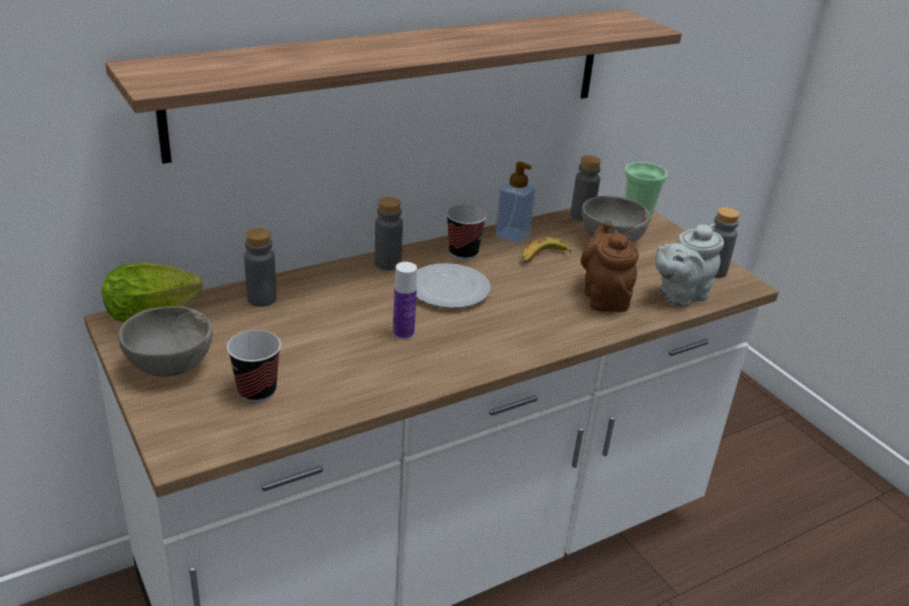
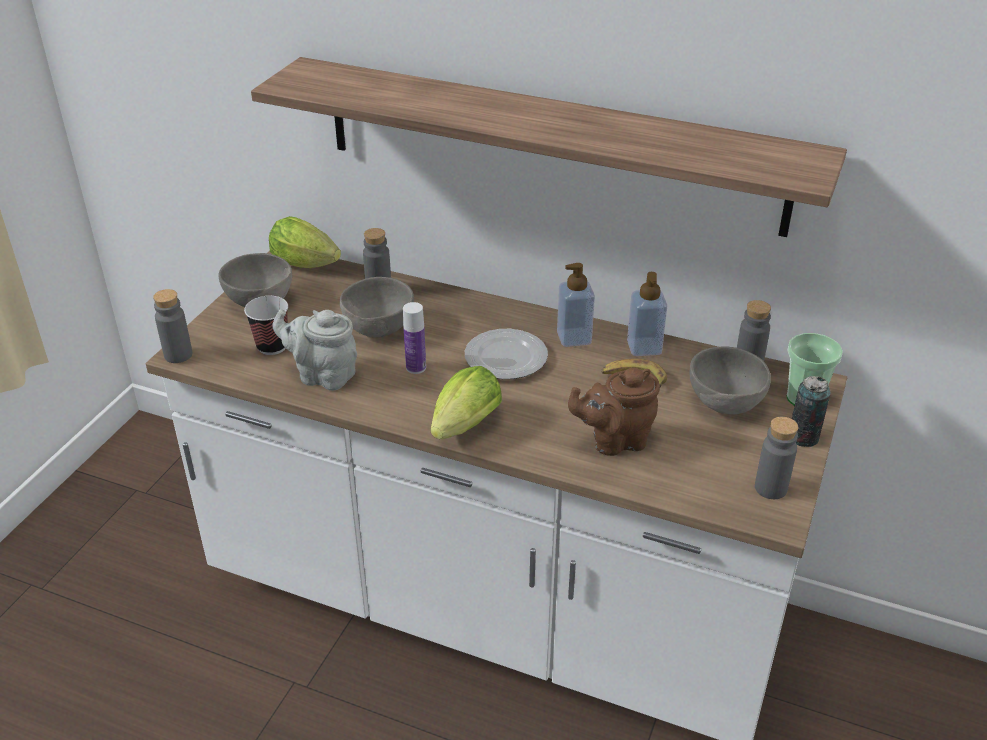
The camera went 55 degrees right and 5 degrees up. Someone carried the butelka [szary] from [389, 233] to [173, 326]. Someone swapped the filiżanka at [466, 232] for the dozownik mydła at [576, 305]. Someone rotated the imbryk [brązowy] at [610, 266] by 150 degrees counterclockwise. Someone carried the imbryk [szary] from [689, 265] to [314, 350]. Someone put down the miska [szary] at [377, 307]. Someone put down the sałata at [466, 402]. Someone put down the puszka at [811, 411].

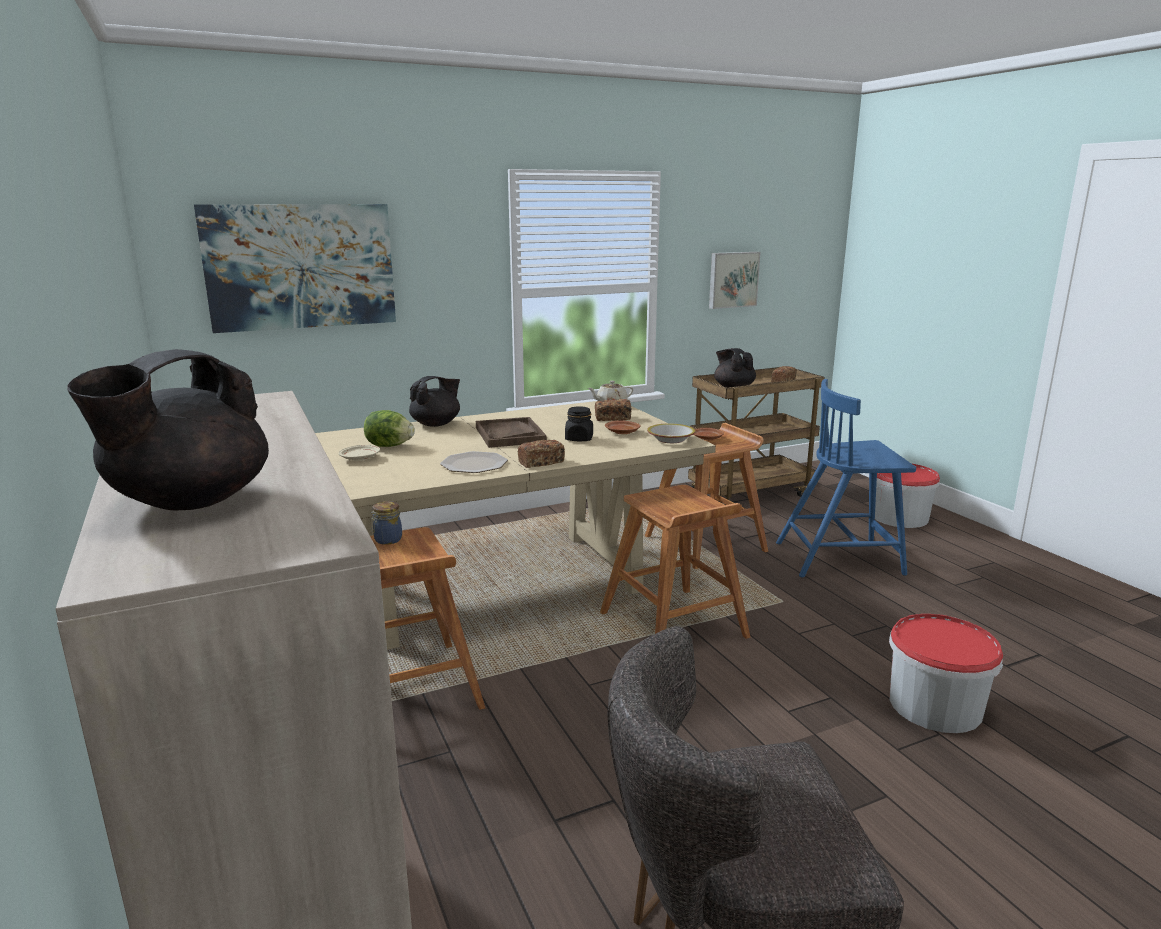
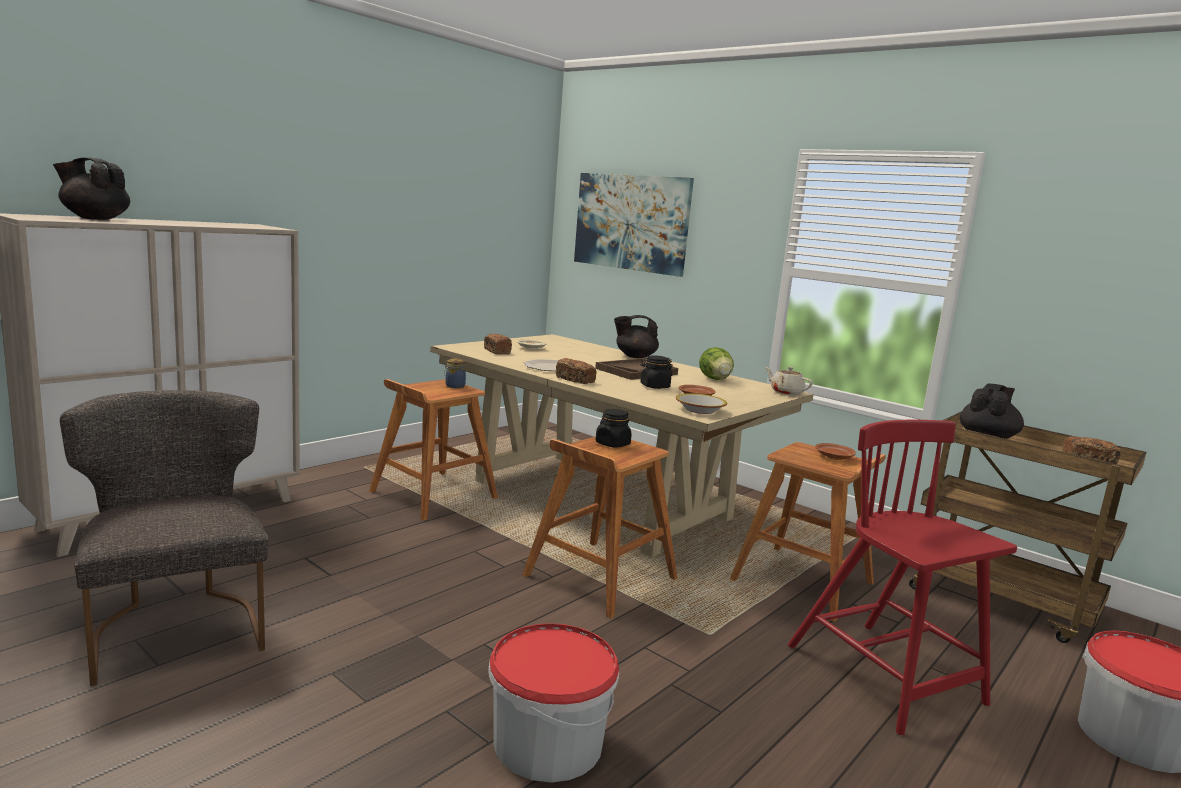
The camera went 65 degrees right and 5 degrees down. Someone took away the obraz at [735, 280]. Someone rotated the imbryk [czarny] at [434, 401] by 150 degrees clockwise. Someone repainted the krzesło [niebieski] at [846, 478], which became the krzesło [czerwony] at [902, 577]. Someone carried the chleb from [613, 410] to [498, 344]. Someone carried the sałata from [389, 428] to [716, 363]. Someone put down the słoik [czarny] at [614, 428].

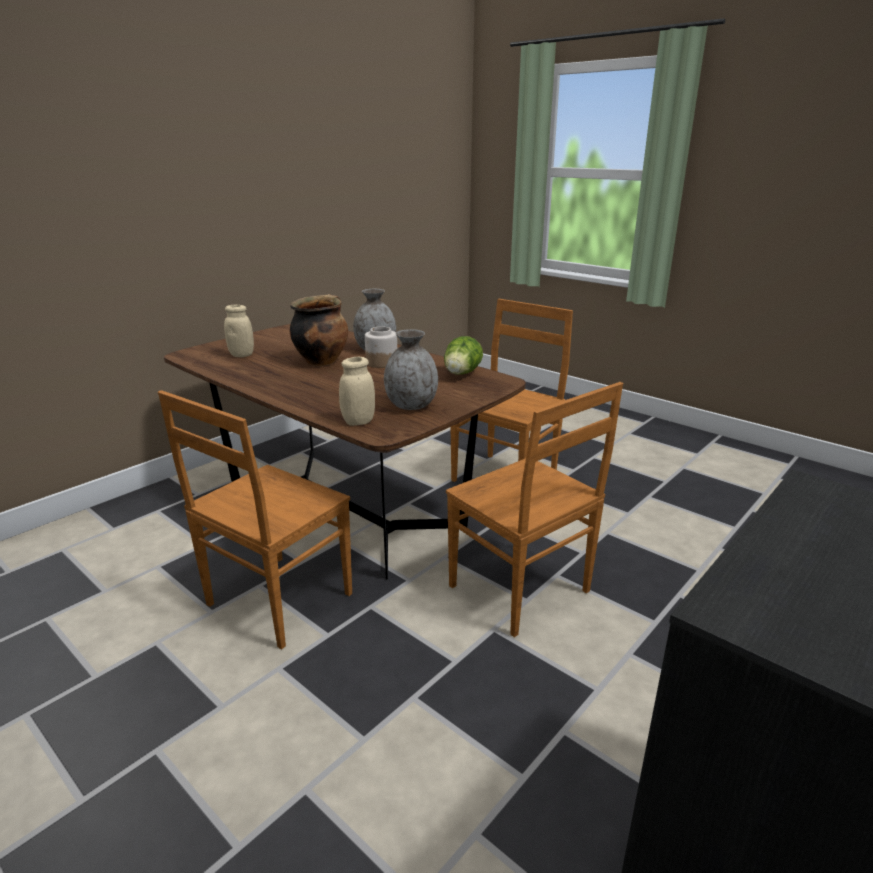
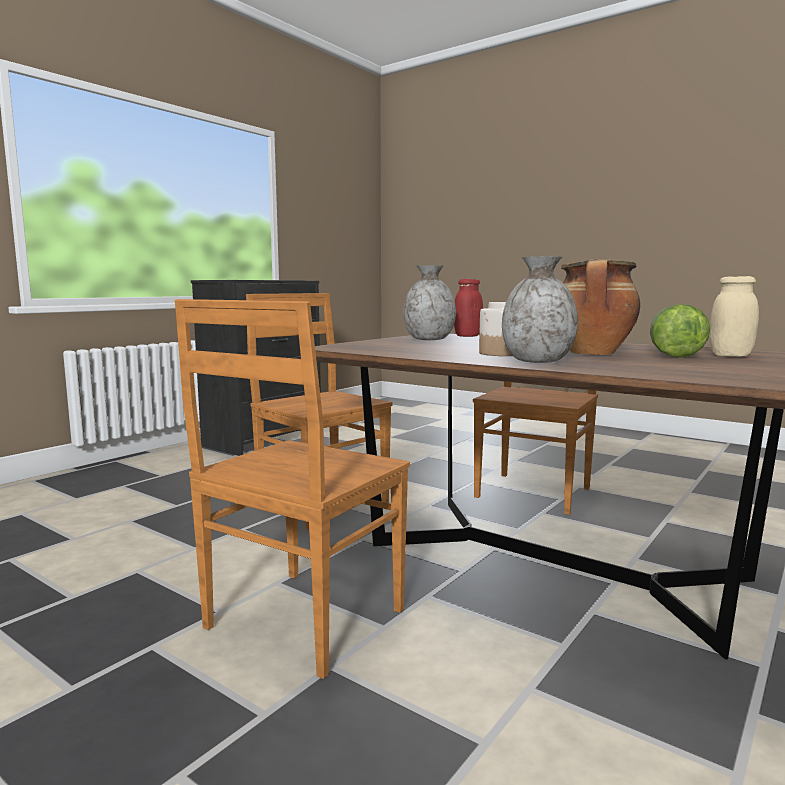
The camera went 175 degrees right and 15 degrees down. Someone carried the sałata from [463, 355] to [680, 331]. Someone repainted the słoik [beżowy] at [357, 391], which became the słoik [czerwony] at [468, 308].

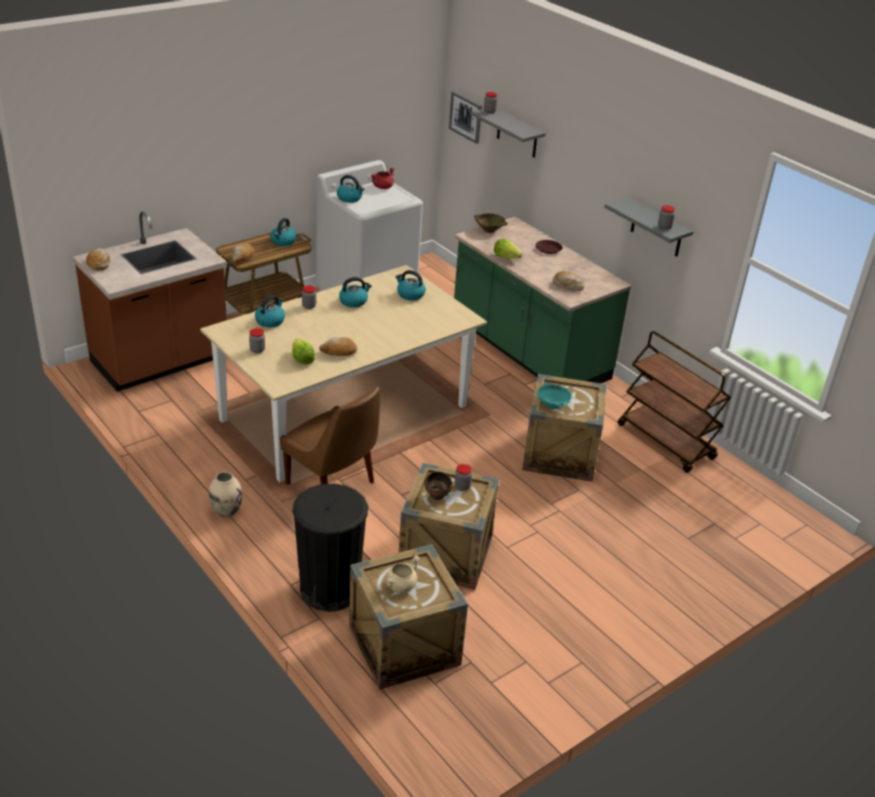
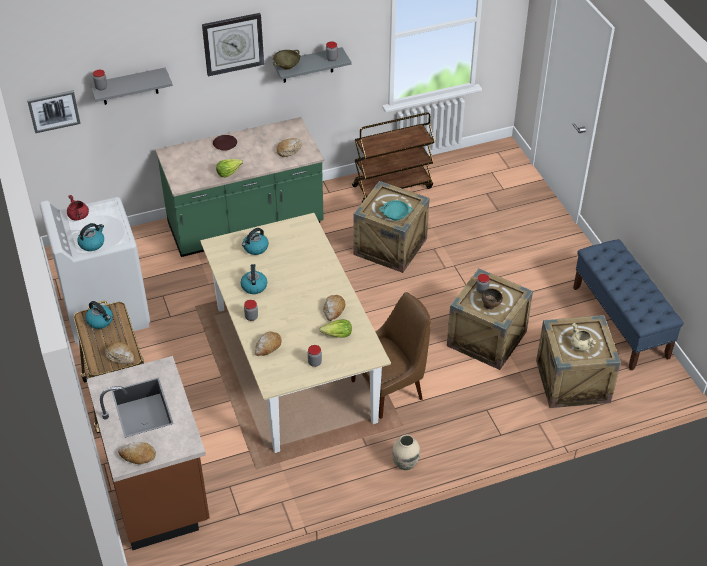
The camera went 70 degrees left and 10 degrees up. Someone carried the miska [beżowy] from [491, 223] to [286, 60]. Someone swapped the czajnik at [270, 311] for the chleb at [268, 343]. Someone took away the kosz na śmieci [czarny] at [330, 547]. Someone put up the zegar ścienny at [233, 44]. Someone put down the ławka [niebieski] at [628, 304].

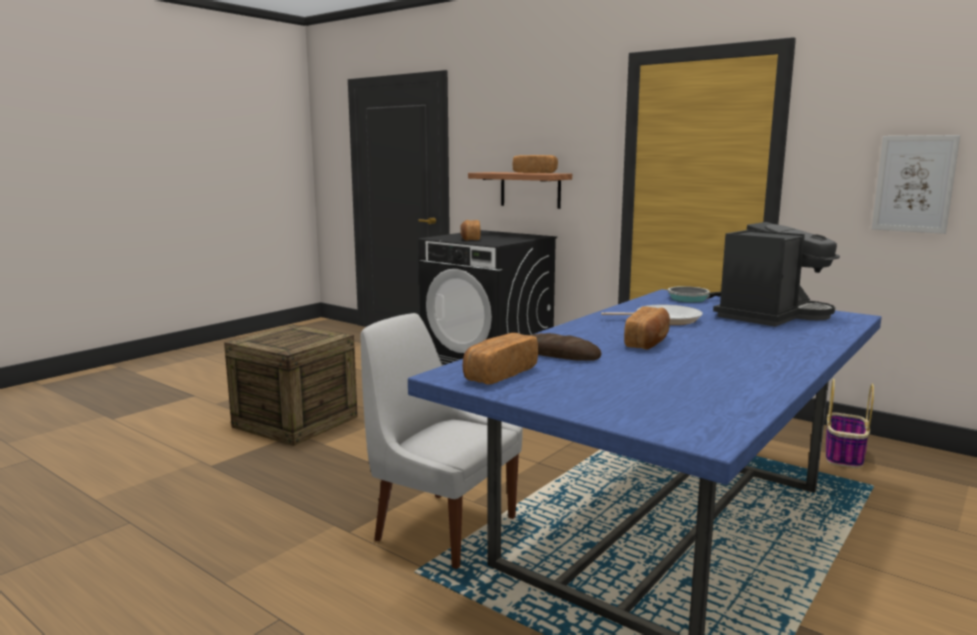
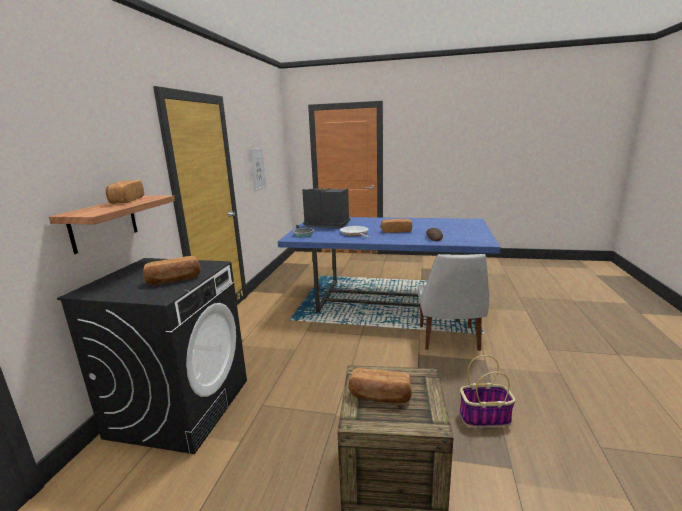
The camera went 115 degrees left and 5 degrees up. Someone carried the chleb from [500, 358] to [380, 385]. Someone carried the koszyk from [850, 423] to [488, 391].

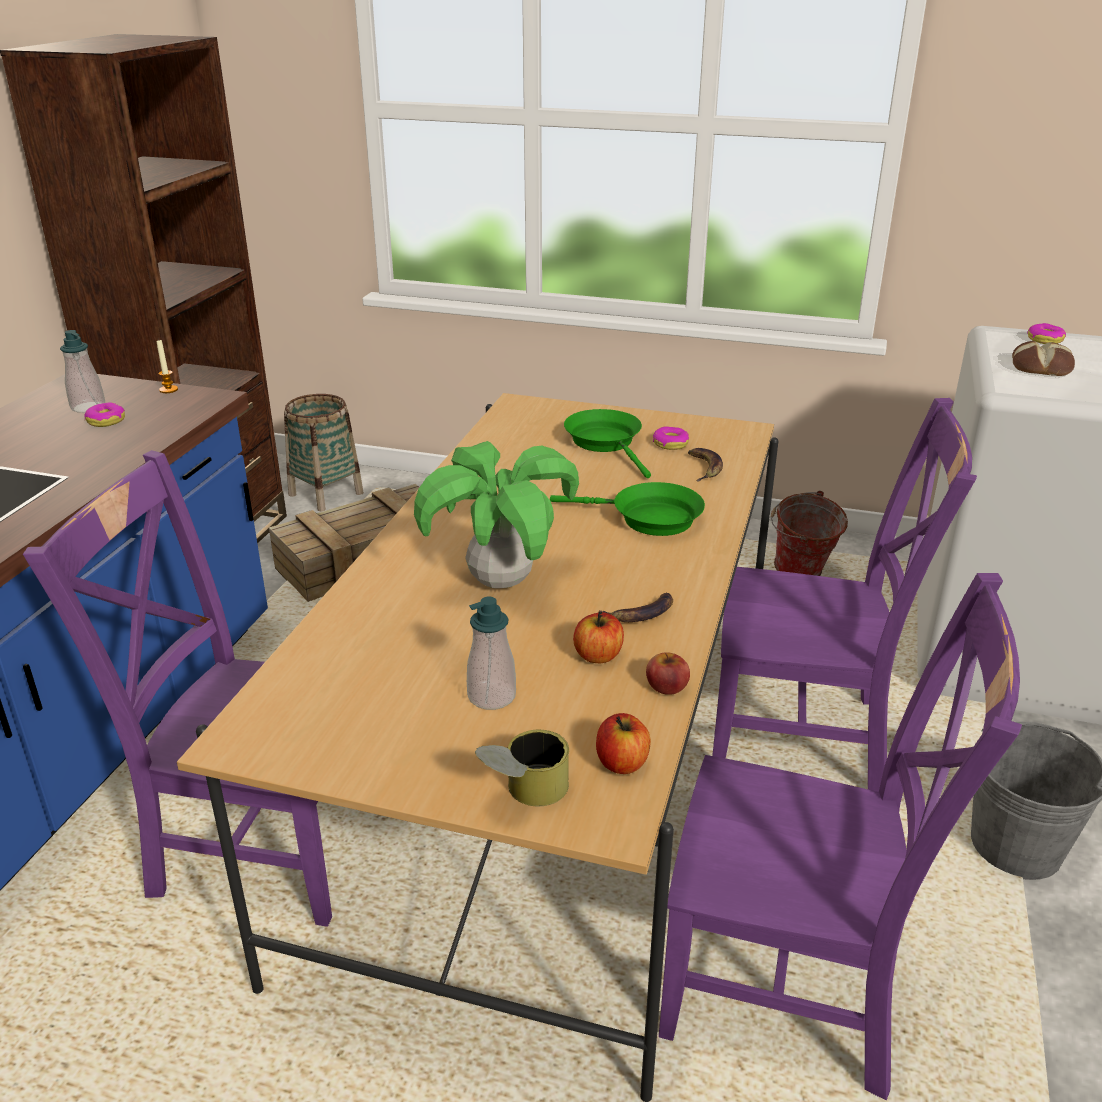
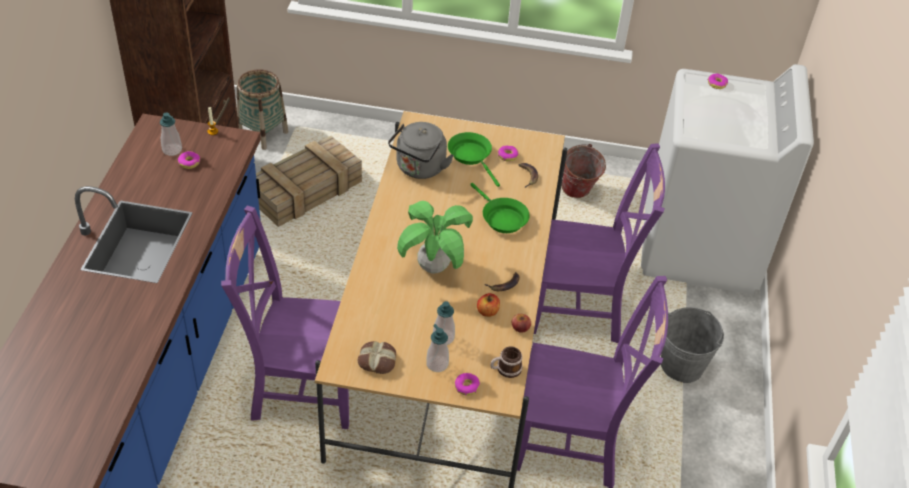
The camera went 10 degrees left and 15 degrees up. Someone carried the chleb from [1043, 358] to [377, 357]. Someone rotated the patelnia [zielony] at [627, 509] by 45 degrees clockwise. Someone swapped the jabłko at [623, 743] for the kubek at [506, 362]. Someone swapped the puszka at [522, 768] for the donut at [467, 384]. Someone put down the czajnik [szary] at [421, 150]. Someone put down the dozownik mydła at [437, 348].

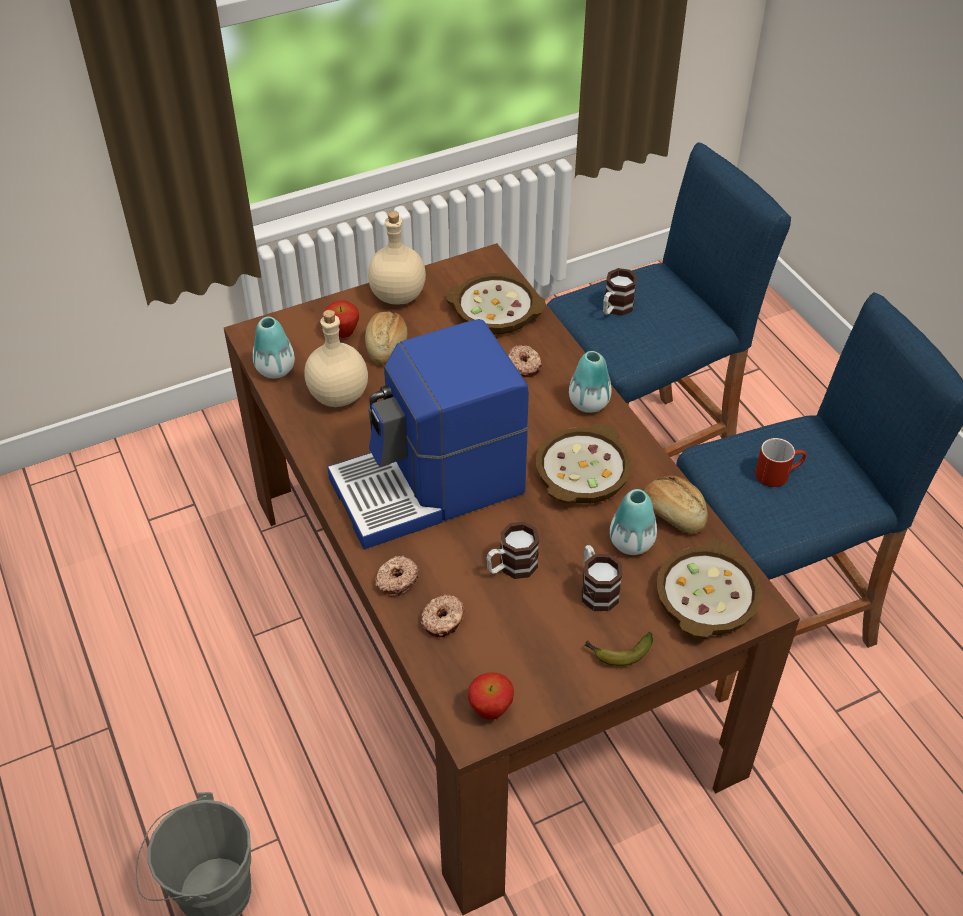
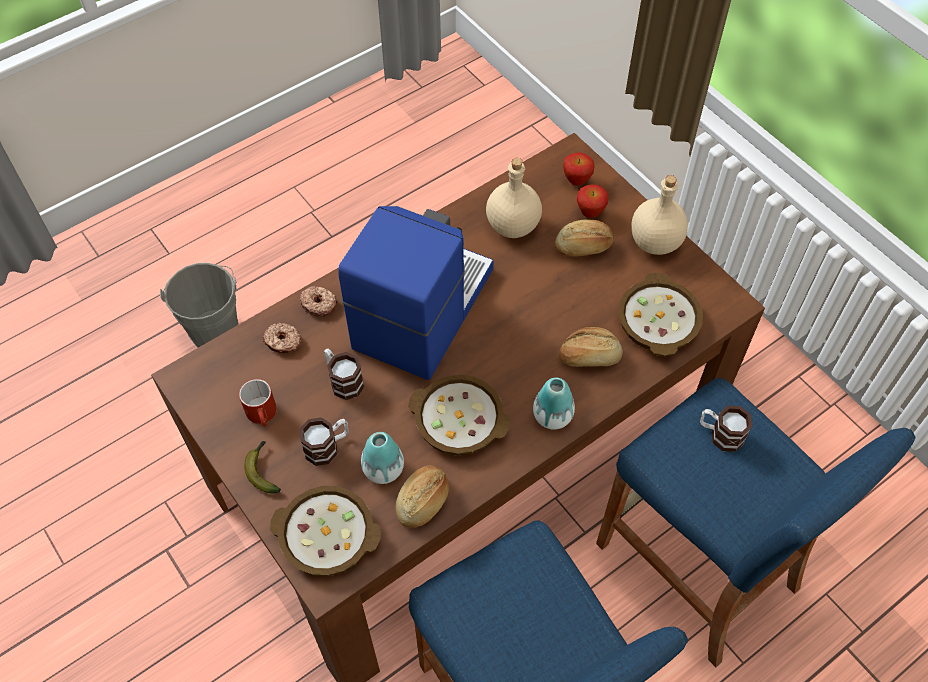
The camera went 80 degrees right and 10 degrees up. Someone took away the wazon at [274, 347]. Someone rotated the ekspres do kawy at [428, 434] by 60 degrees clockwise. Someone swapped the donut at [525, 361] for the chleb at [591, 347]. Someone carried the kubek [czerwony] from [781, 462] to [258, 403]. Someone carried the jabłko from [491, 696] to [579, 169].

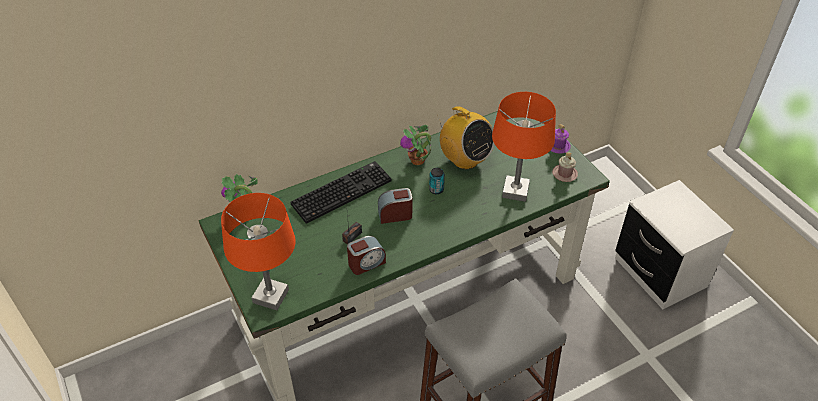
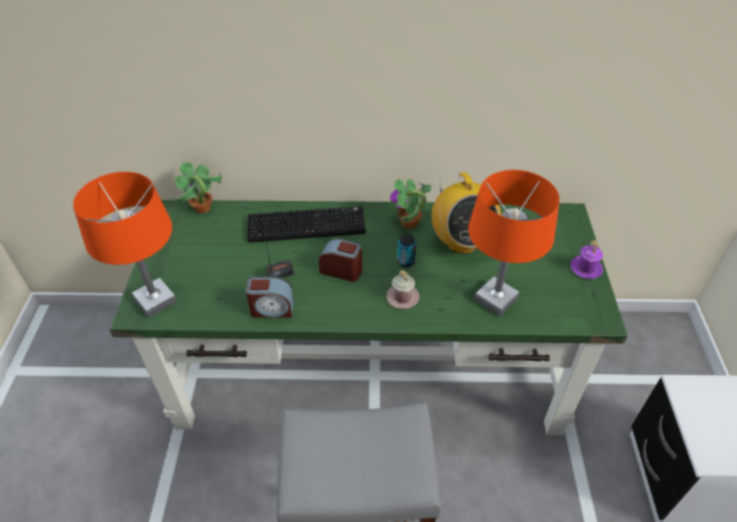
The camera went 30 degrees right and 0 degrees up. Someone carried the kubek [różowy] from [565, 167] to [402, 289].

